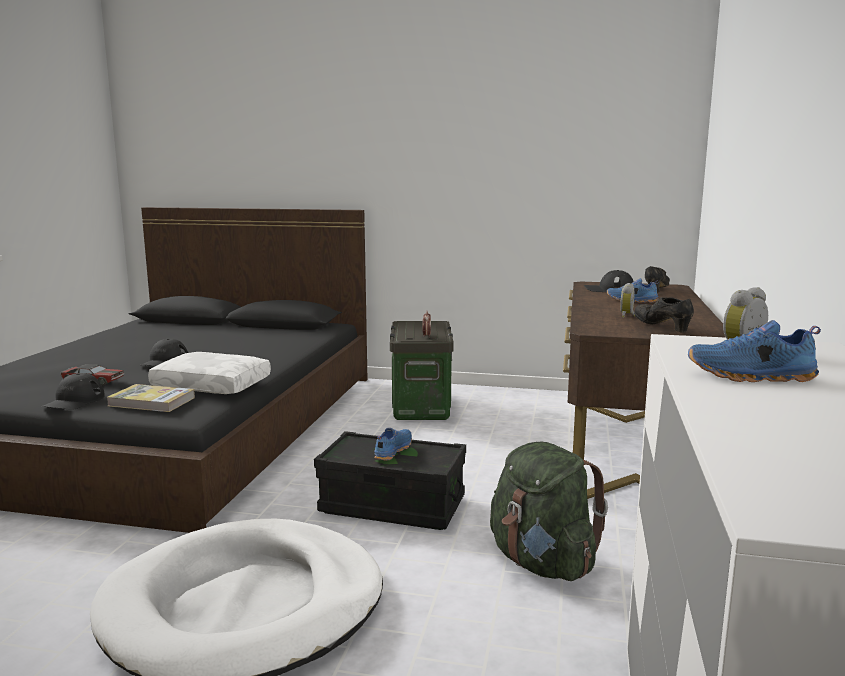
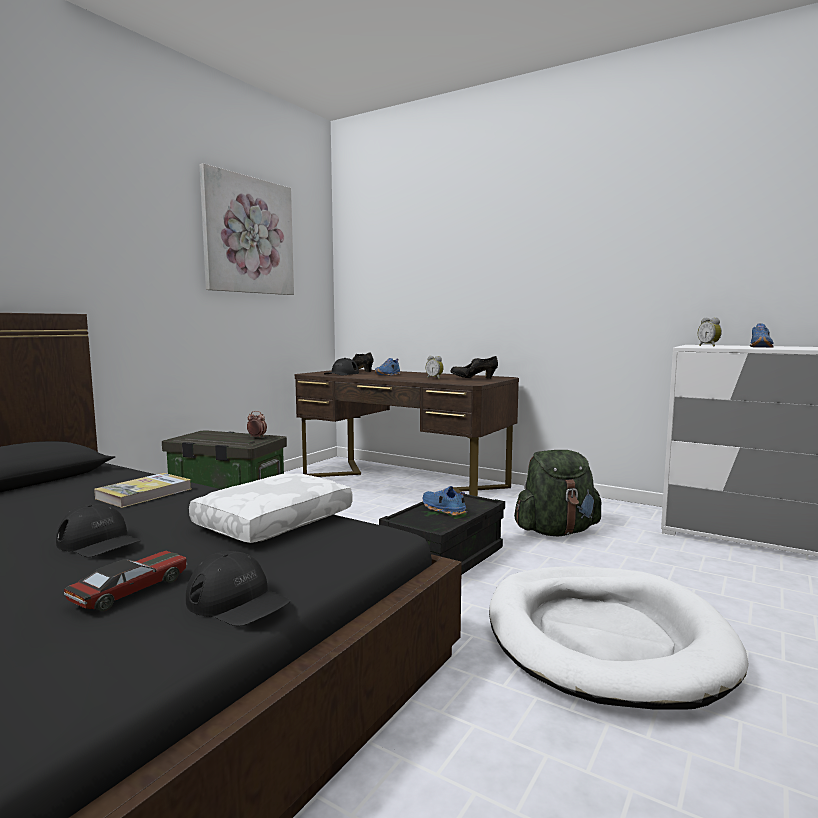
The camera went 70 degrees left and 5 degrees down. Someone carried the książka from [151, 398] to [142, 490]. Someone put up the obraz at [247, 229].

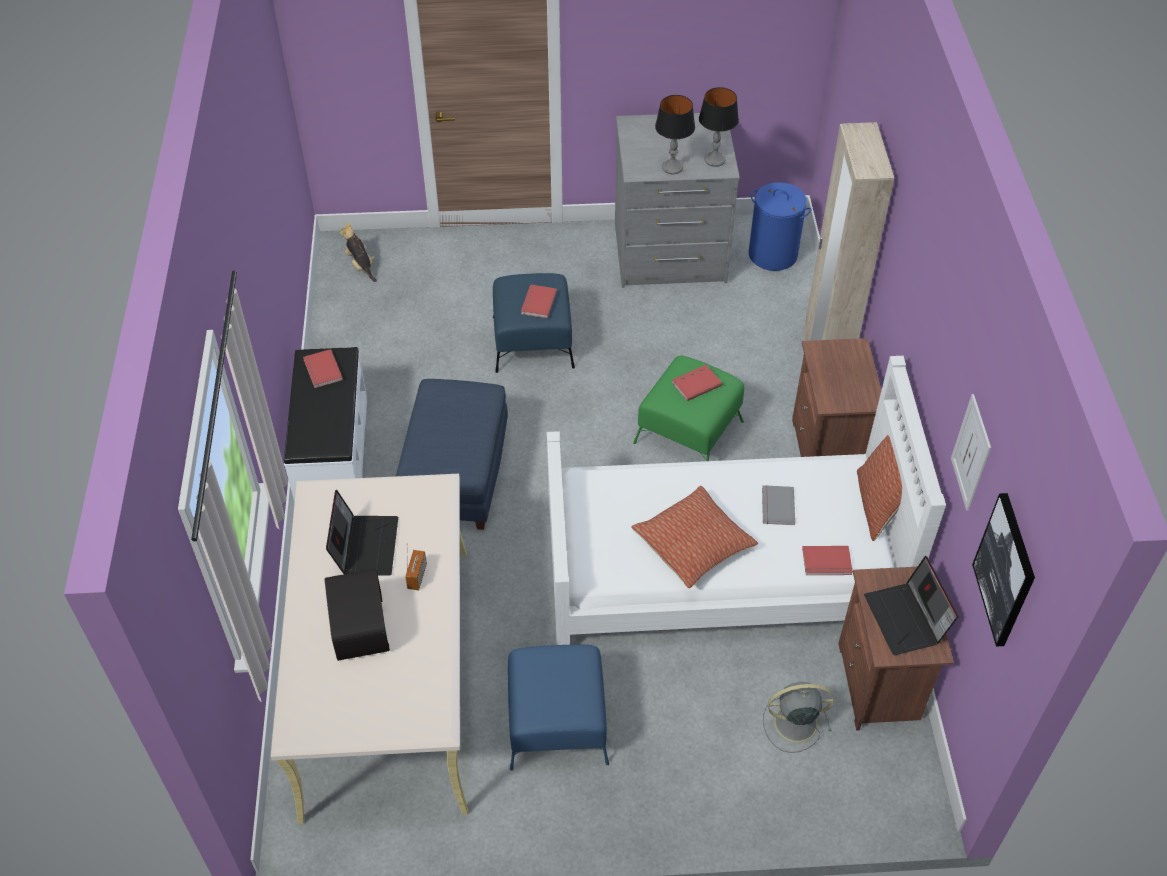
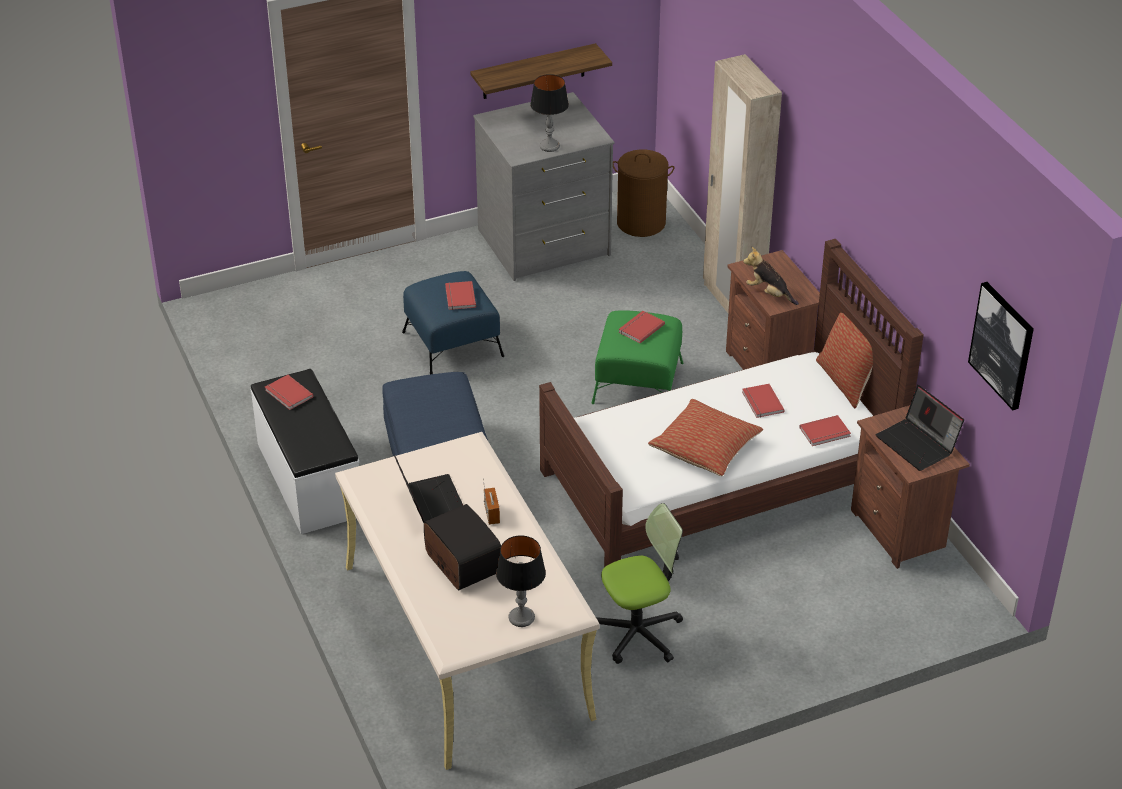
The camera went 20 degrees left and 10 degrees down. Someone carried the lampa stołowa from [719, 127] to [521, 581]. Someone repainted the kosz na pranie [niebieski] at [780, 226], which became the kosz na pranie [brązowy] at [644, 193]. Someone carried the pluszak from [358, 252] to [771, 276]. Someone repainted the łóżko [biały] at [746, 500], which became the łóżko [brązowy] at [731, 403]. Someone took away the obraz at [971, 452]. Someone repainted the książka [szary] at [778, 505], which became the książka [czerwony] at [763, 401]. Someone swapped the pufa [niebieski] at [558, 707] for the krzesło biurowe at [639, 583]. Someone took away the wentylator [szary] at [798, 717]. Someone put up the półka at [541, 71].

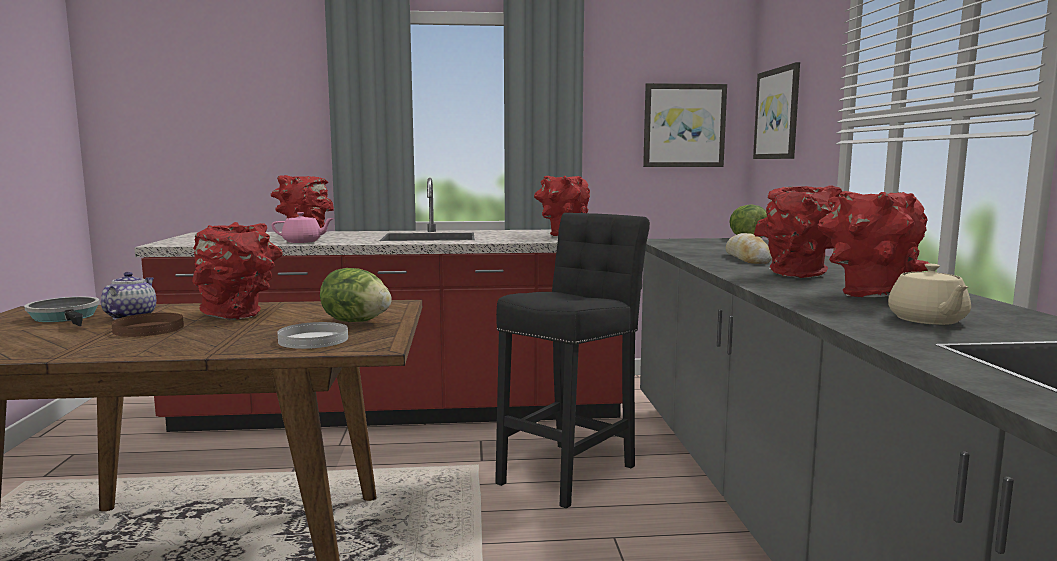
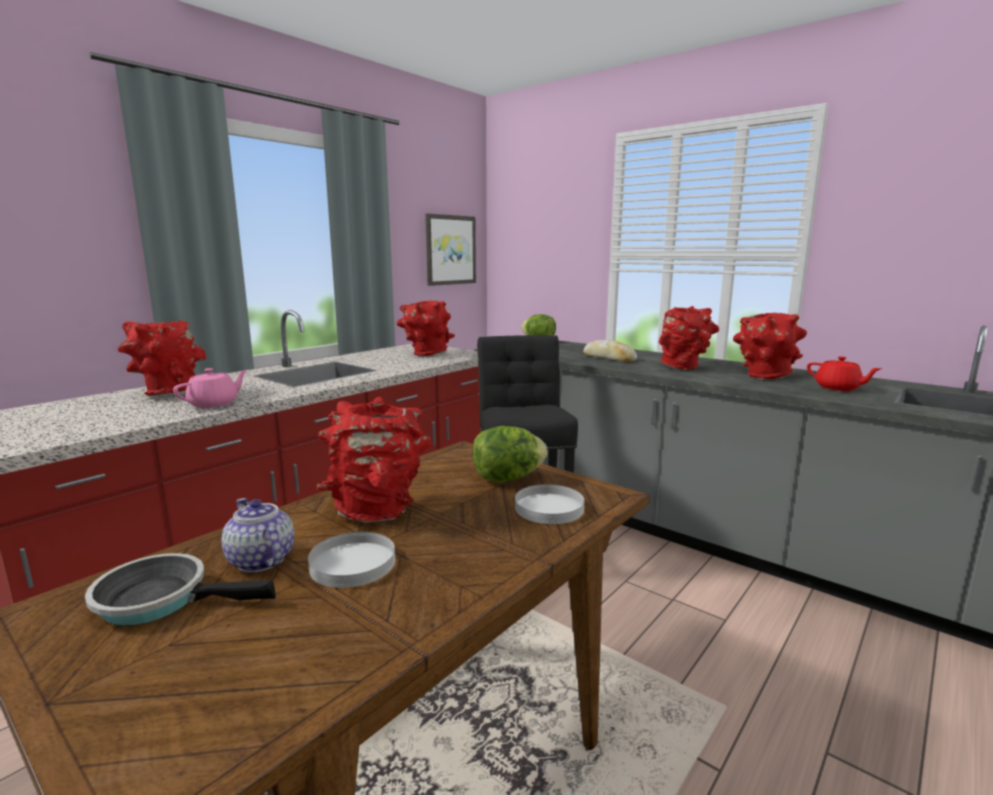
The camera went 45 degrees left and 5 degrees up. Someone took away the obraz at [776, 110]. Someone repainted the imbryk [beżowy] at [929, 294], which became the imbryk [czerwony] at [844, 373]. Someone repainted the talerz [brązowy] at [147, 325], which became the talerz [biały] at [351, 560].

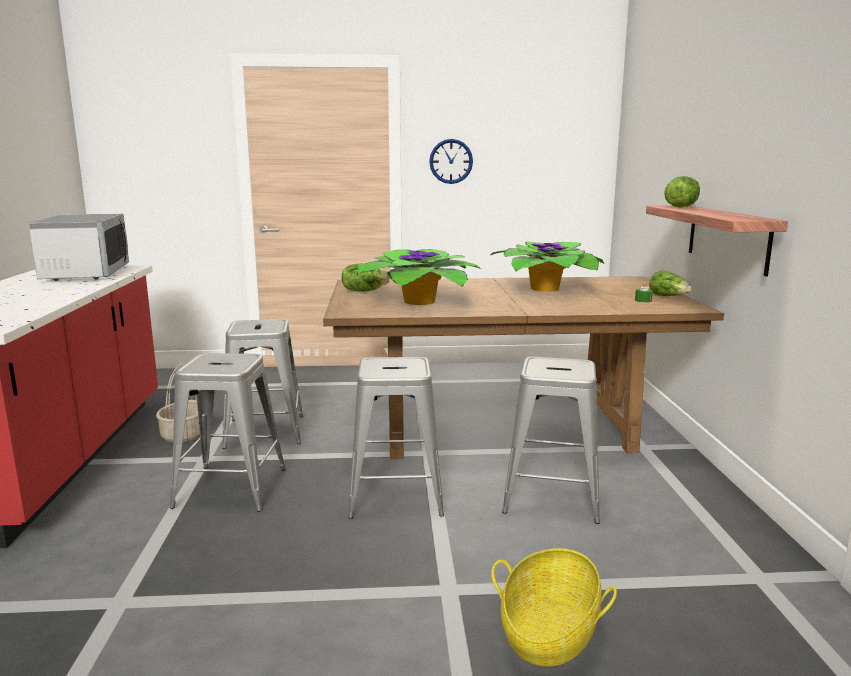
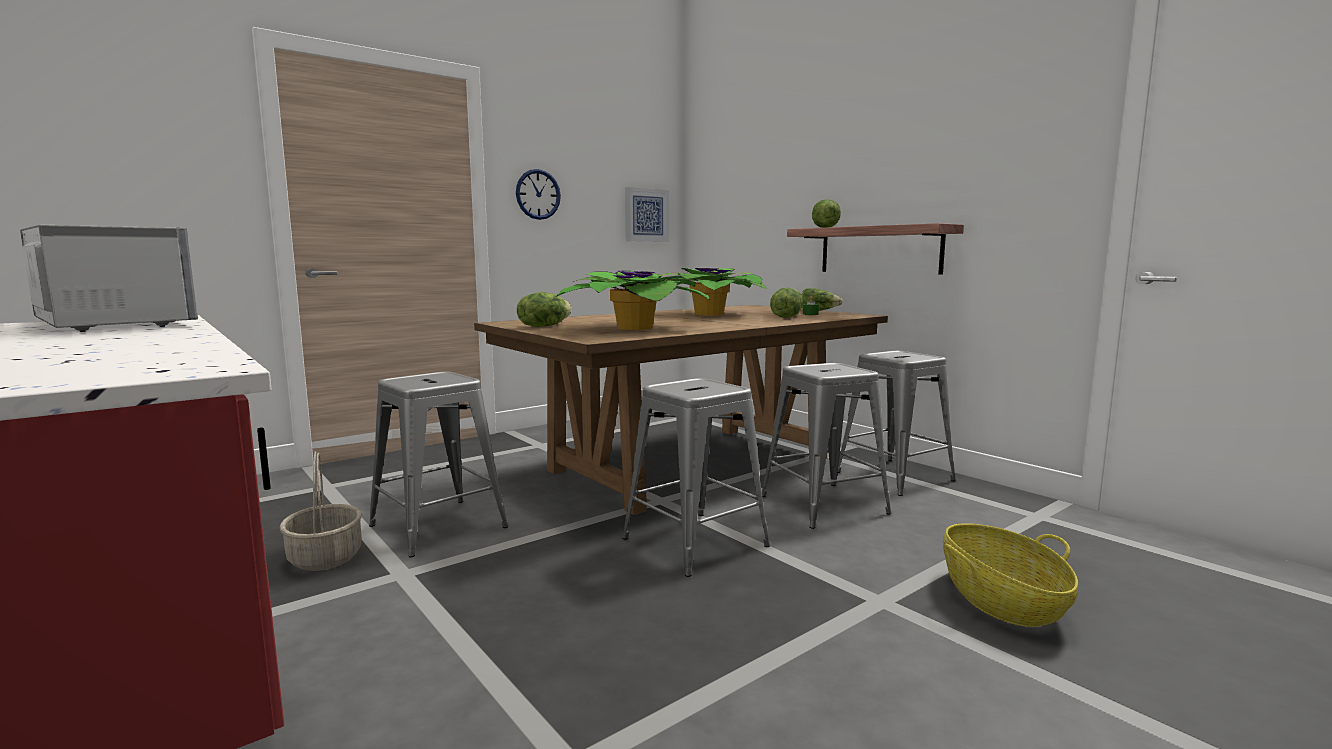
The camera went 35 degrees left and 5 degrees down. Someone carried the stołek [szary] from [228, 432] to [896, 423]. Someone put up the obraz at [647, 214]. Someone put down the sałata at [786, 303].

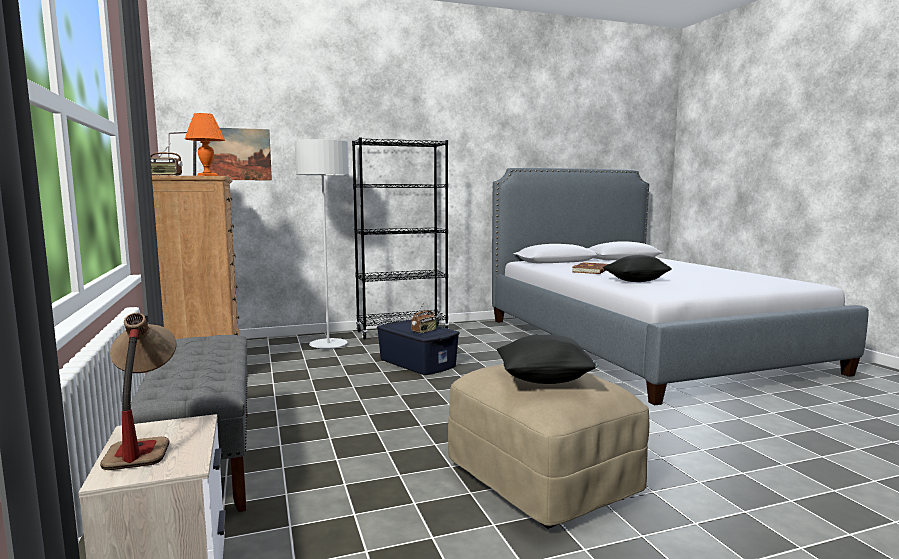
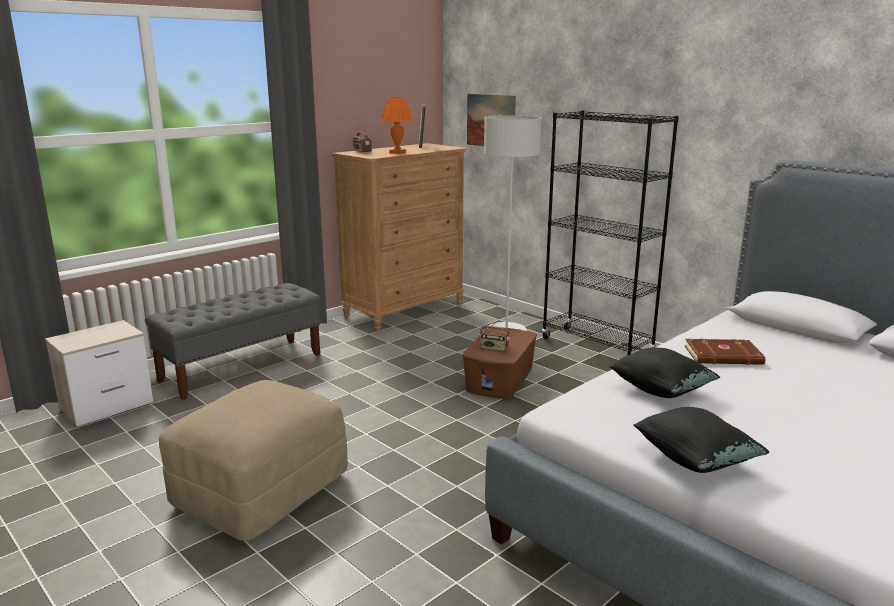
The camera went 65 degrees right and 10 degrees up. Someone took away the lampa stołowa at [138, 391]. Someone repainted the pojemnik do przechowywania [niebieski] at [418, 347], which became the pojemnik do przechowywania [brązowy] at [499, 363]. Someone carried the poduszka [czarny] from [547, 359] to [701, 440].

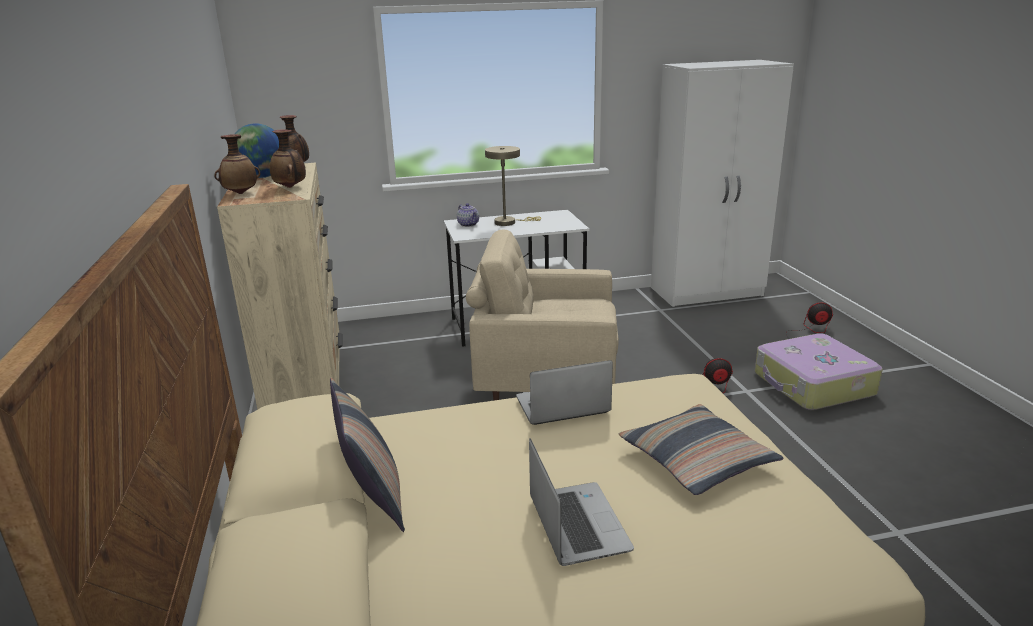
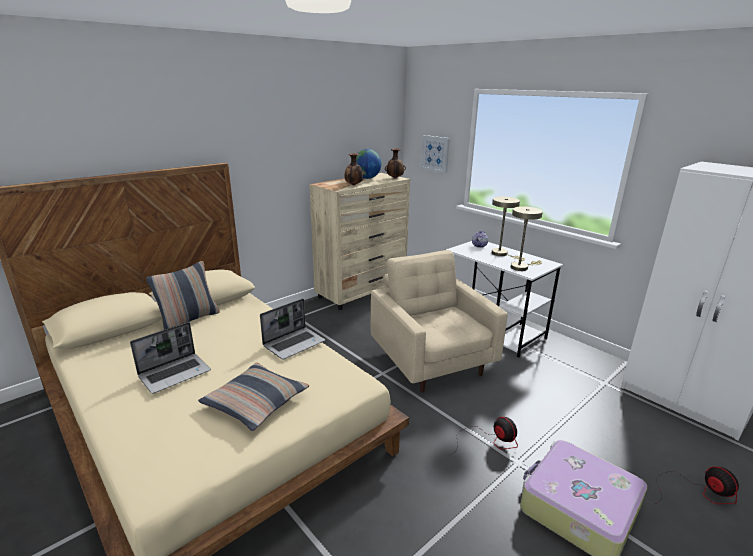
The camera went 60 degrees right and 0 degrees up. Someone took away the wazon at [237, 164]. Someone rotated the laptop at [564, 392] by 90 degrees clockwise. Someone put up the obraz at [435, 154]. Someone put down the lampa stołowa [beżowy] at [527, 238].

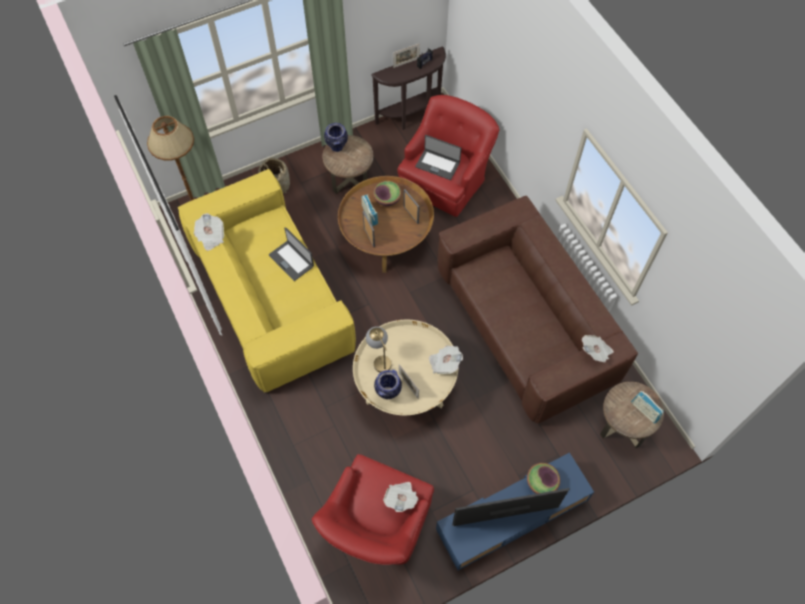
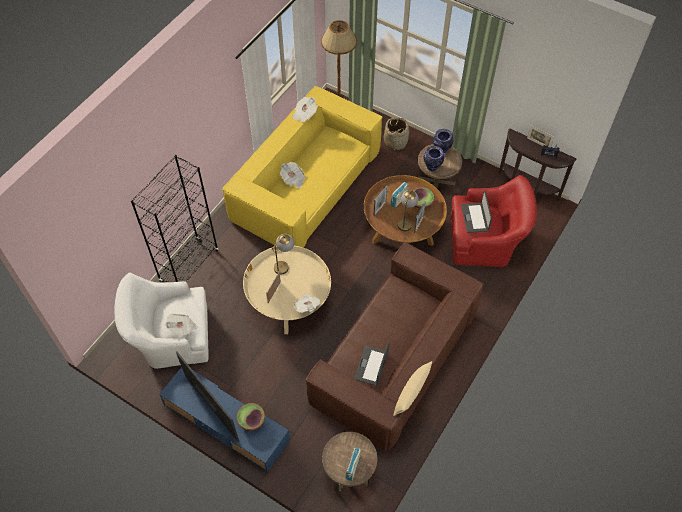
The camera went 60 degrees right and 5 degrees down. Someone carried the laptop from [291, 254] to [372, 363]. Someone carried the gazeta from [598, 349] to [293, 175]. Someone carried the wazon from [388, 384] to [434, 158]. Someone repainted the fotel [czerwony] at [373, 509], which became the fotel [biały] at [161, 321]. Someone put down the regał [czarny] at [175, 219]. Someone put down the lampa stołowa at [408, 210]. Someone put down the poduszka [beżowy] at [412, 388].

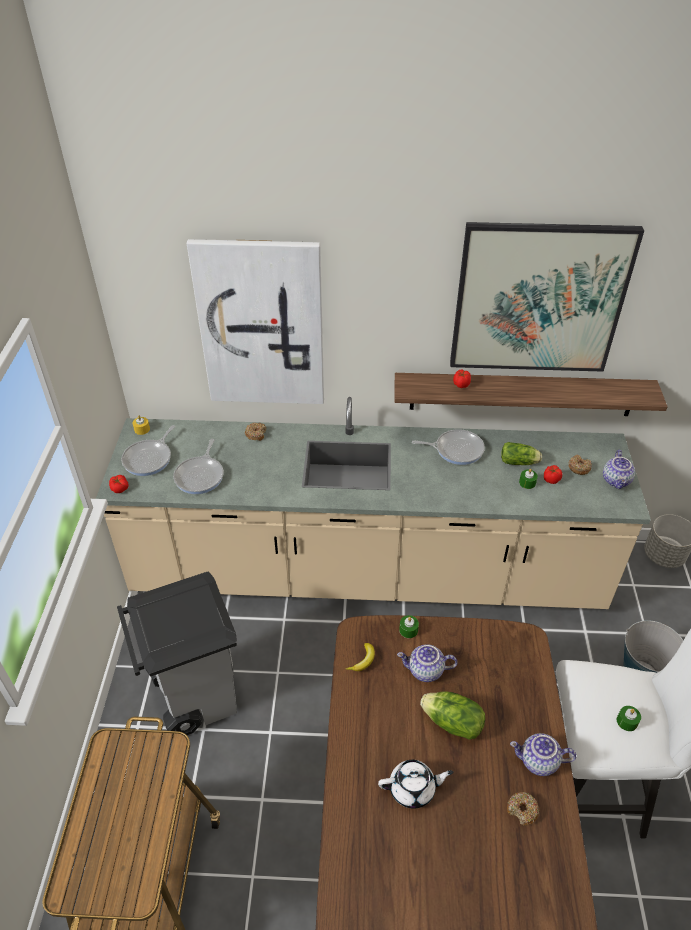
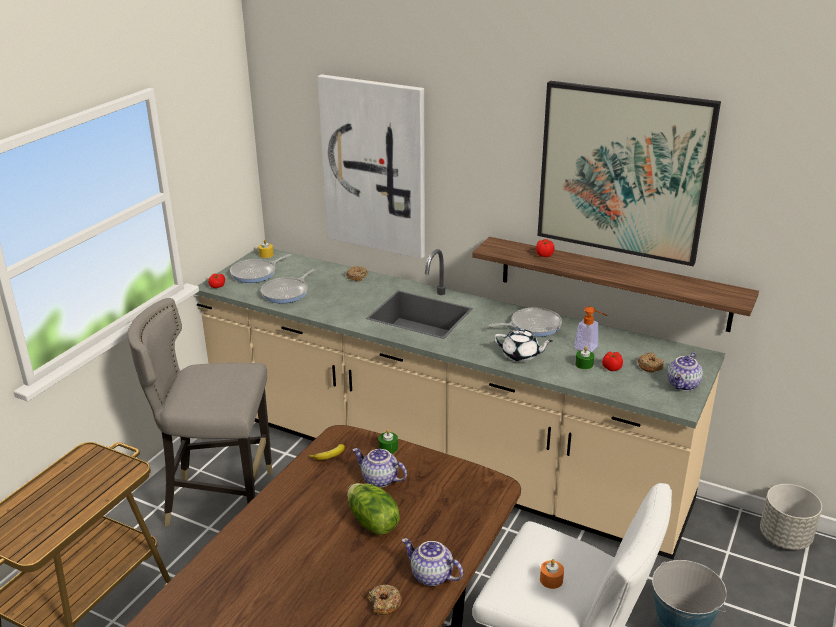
The camera went 25 degrees right and 15 degrees down. Someone rotated the patelnia at [448, 447] by 45 degrees counterclockwise. Someone swapped the sałata at [521, 453] for the dozownik mydła at [590, 329]. Someone swapped the kosz na śmieci [szary] at [177, 653] for the stołek [szary] at [200, 412]. Someone repainted the świeca [zielony] at [629, 718], which became the świeca [pomarańczowy] at [552, 574]. Someone carried the imbryk [biały] from [416, 784] to [523, 345].

